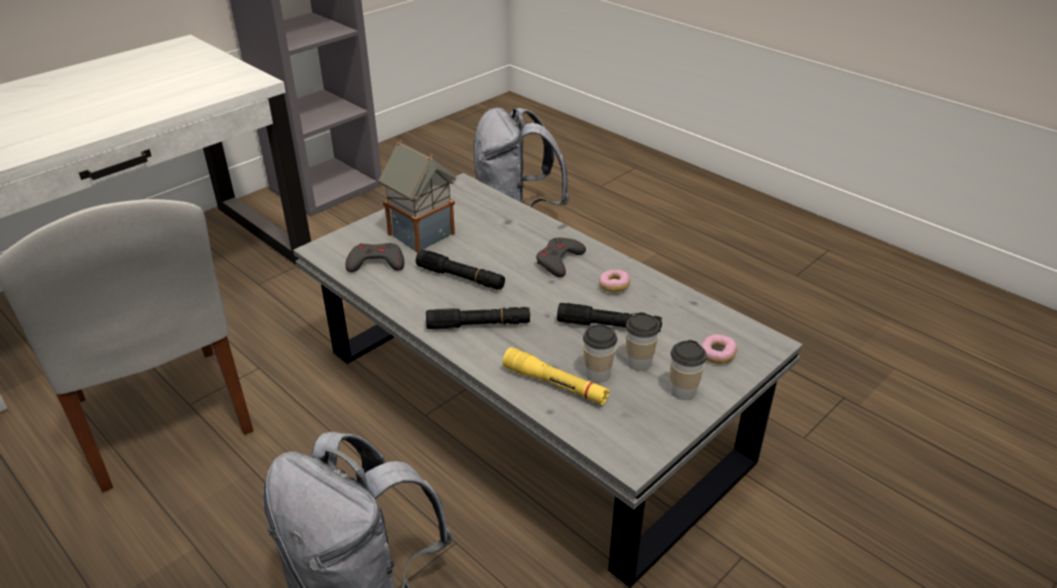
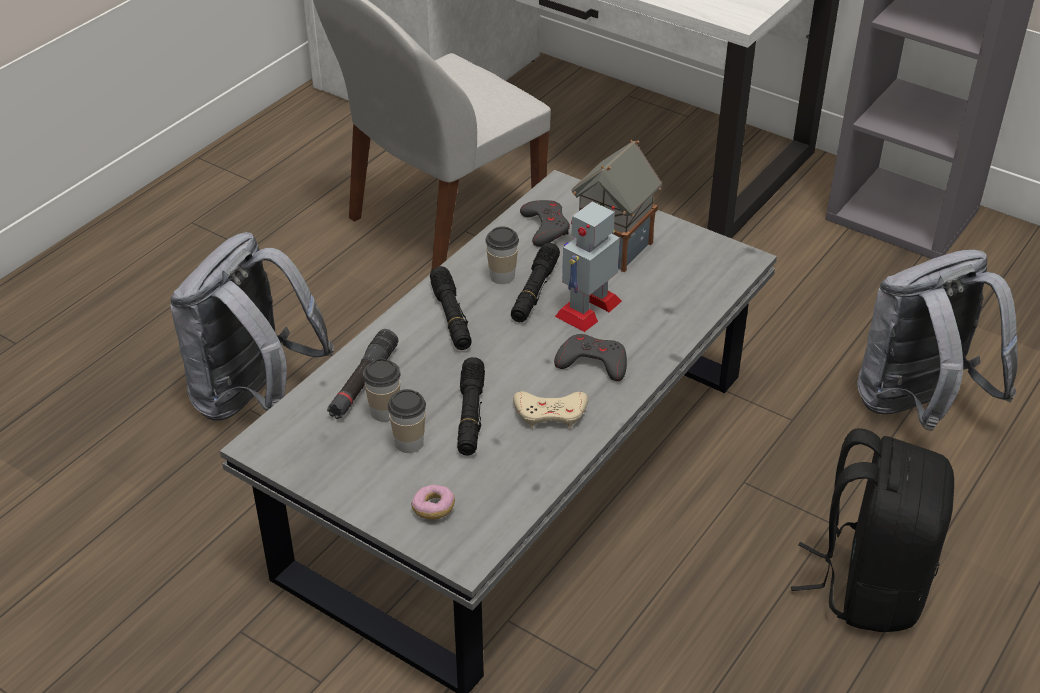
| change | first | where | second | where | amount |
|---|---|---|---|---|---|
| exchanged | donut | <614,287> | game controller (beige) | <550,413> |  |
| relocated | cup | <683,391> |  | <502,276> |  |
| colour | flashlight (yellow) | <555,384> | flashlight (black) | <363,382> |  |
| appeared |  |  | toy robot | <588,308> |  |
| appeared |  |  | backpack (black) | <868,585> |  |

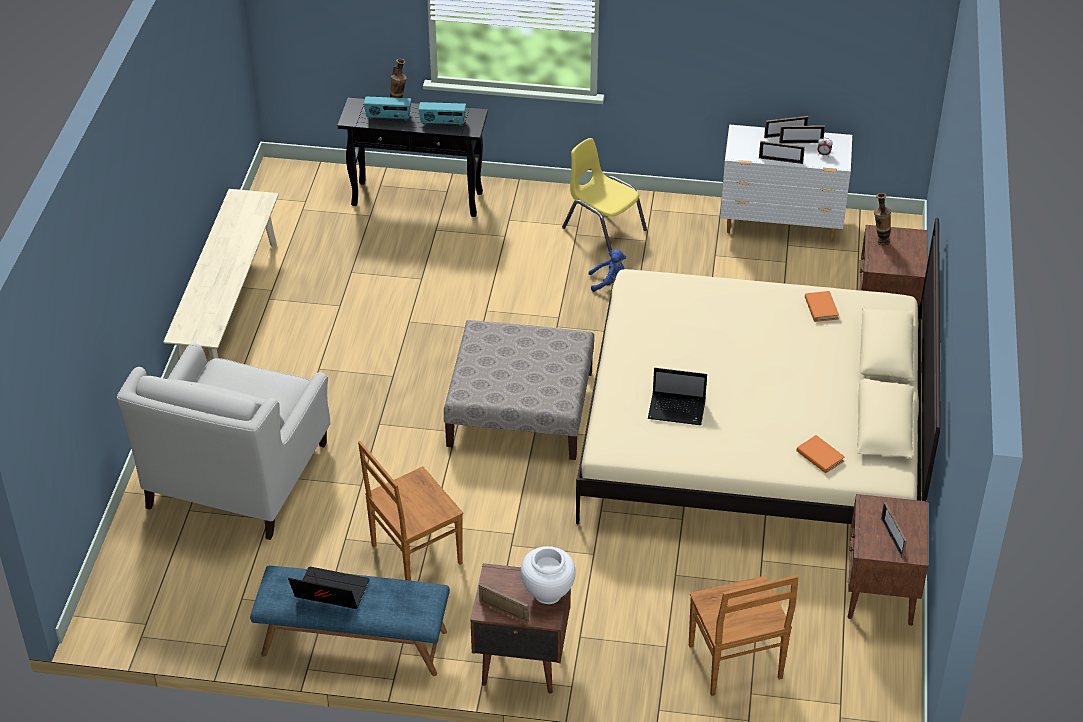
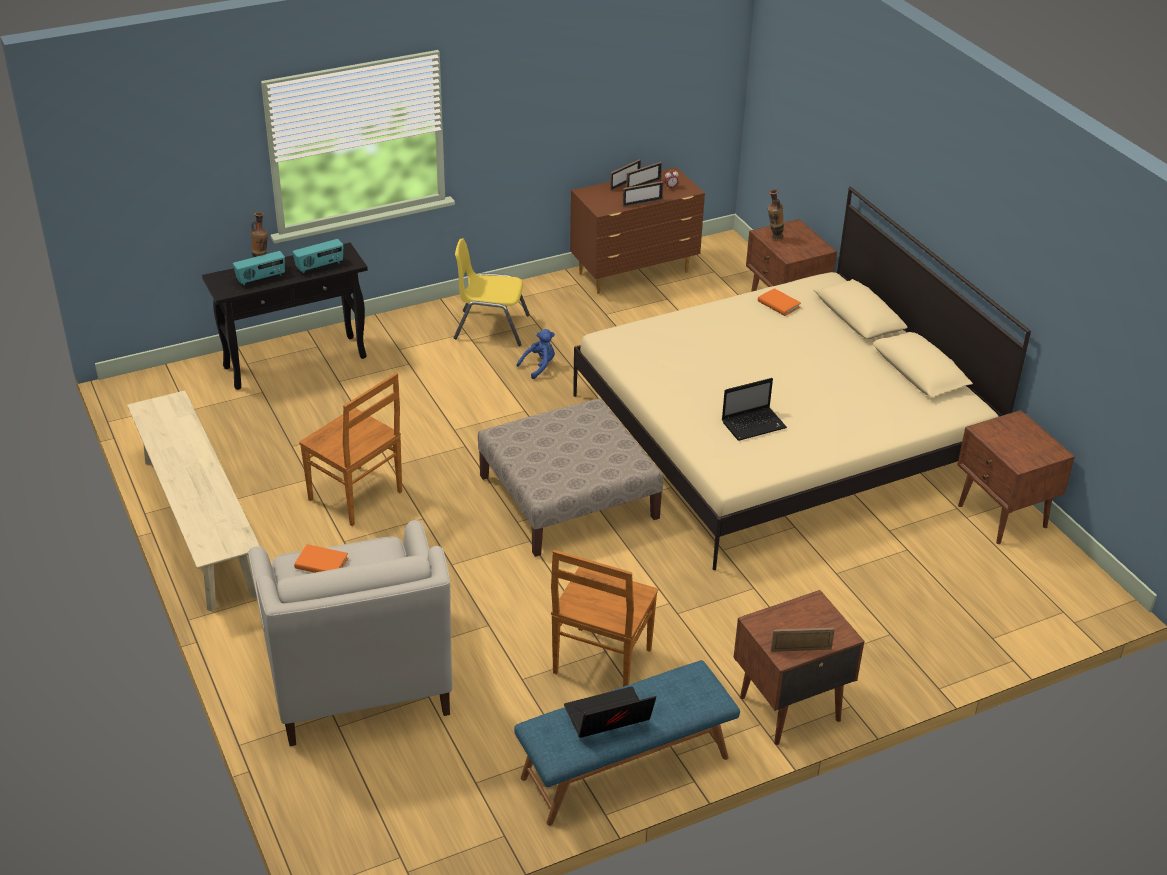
| change | first | where | second | where | amount |
|---|---|---|---|---|---|
| colour | dresser (white) | <781,225> | dresser (brown) | <635,273> |  |
| relocated | book (orange) | <820,456> |  | <321,563> |  |
| missing | picture frame | <892,538> |  |  |  |
| missing | vase (white) | <548,594> |  |  |  |
| relocated | chair (brown) | <736,664> |  | <357,497> |  |

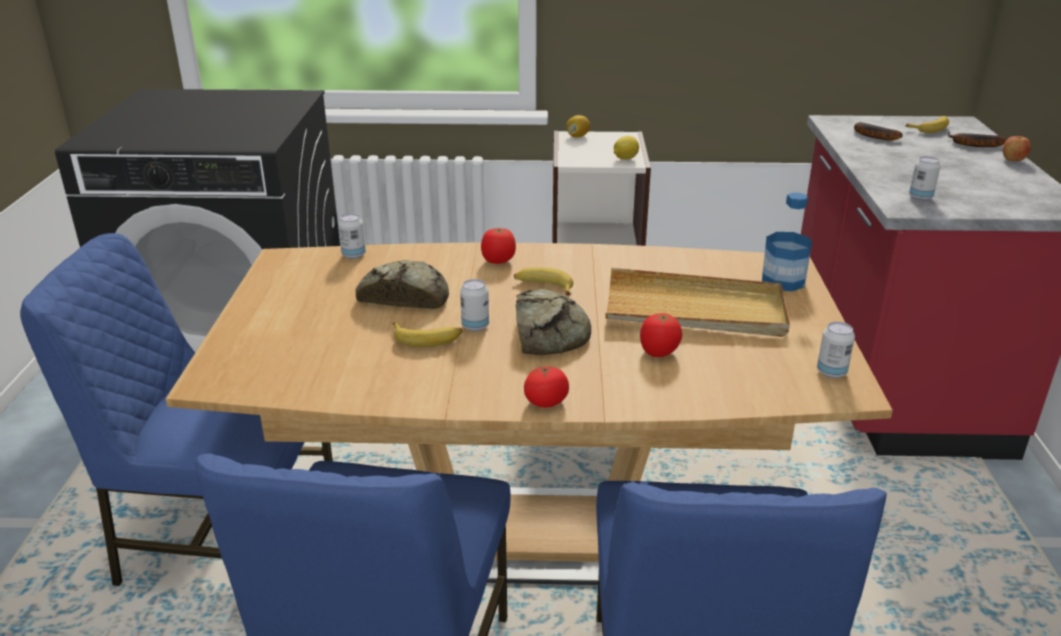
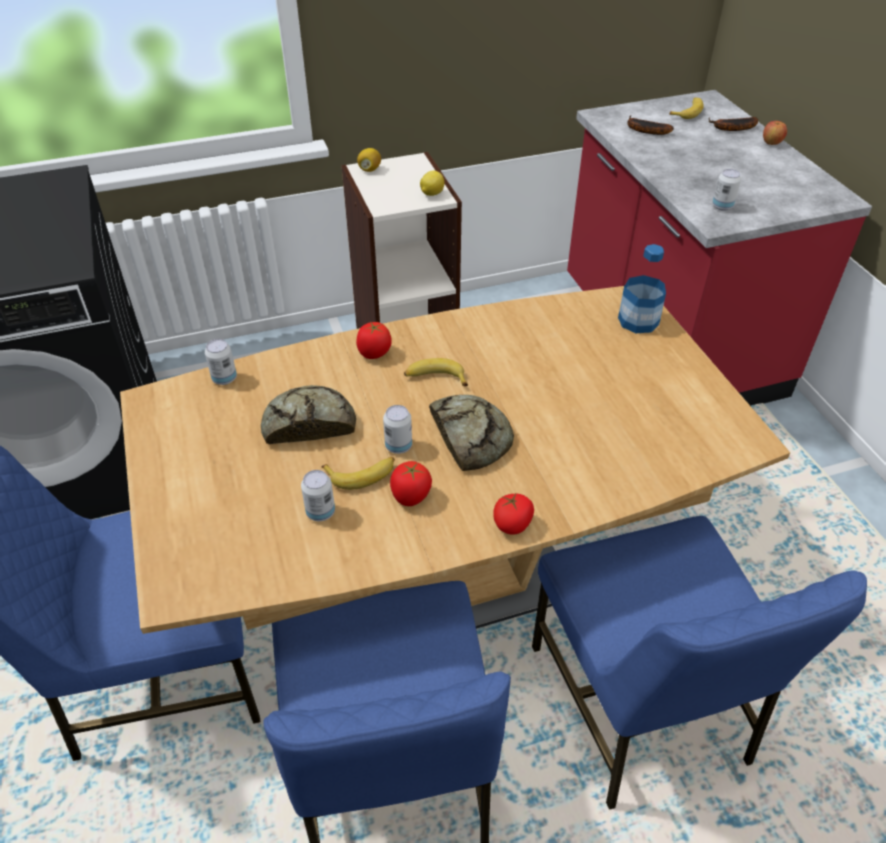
| change | first | where | second | where | amount |
|---|---|---|---|---|---|
| missing | tray (beige) | <695,310> |  |  |  |
| relocated | tomato | <658,352> |  | <411,497> |  |
| relocated | can | <831,372> |  | <320,512> |  |

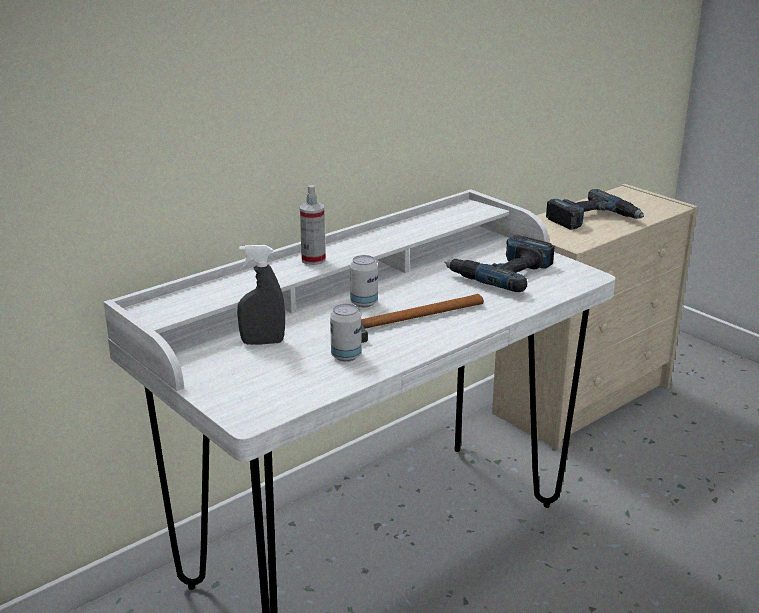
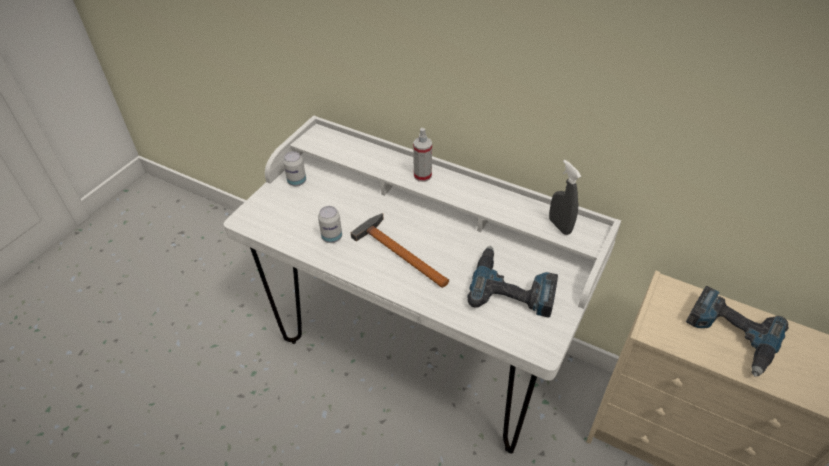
| change | first | where | second | where | amount |
|---|---|---|---|---|---|
| relocated | spray bottle (grey) | <262,342> |  | <559,226> |  |
| relocated | can | <364,303> |  | <297,182> |  |

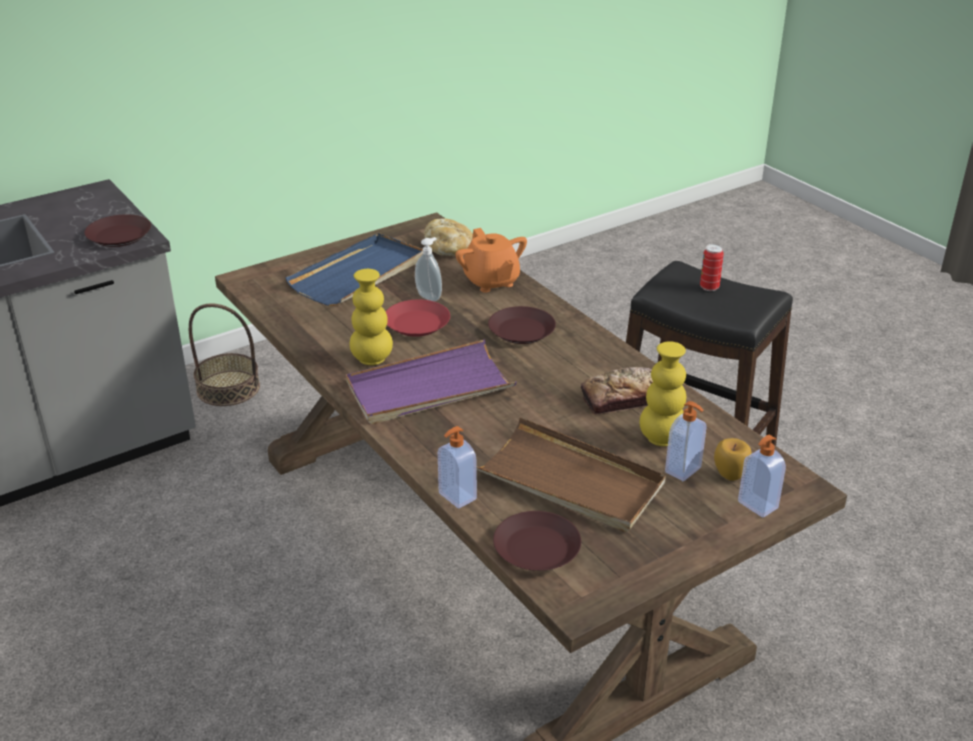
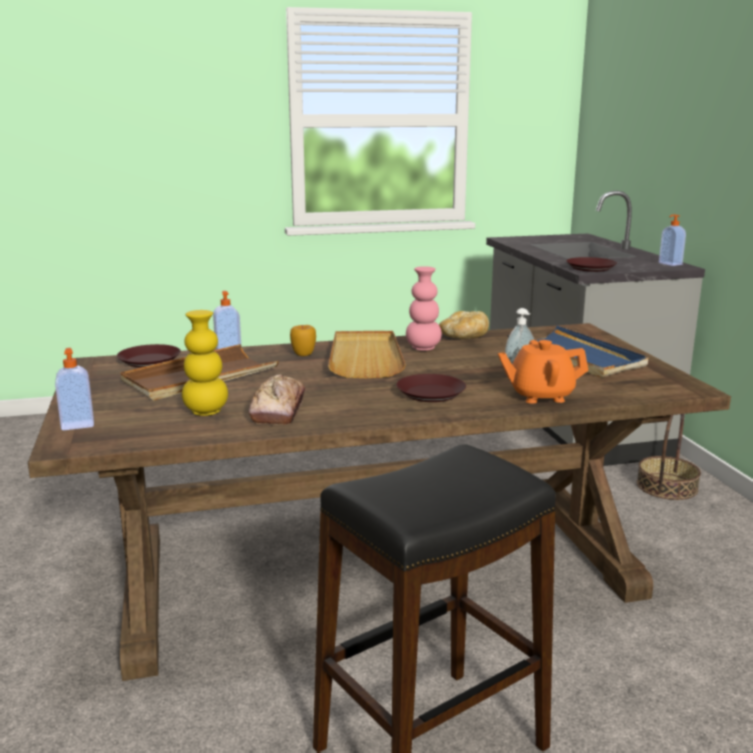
| change | first | where | second | where | amount |
|---|---|---|---|---|---|
| relocated | bread | <449,250> |  | <463,338> |  |
| missing | can | <709,287> |  |  |  |
| colour | vase (yellow) | <372,359> | vase (pink) | <423,348> |  |
| missing | plate (red) | <417,324> |  |  |  |
| colour | tray (purple) | <429,388> | tray (beige) | <365,358> |  |
| relocated | soap dispenser | <684,470> |  | <669,264> |  |
| relocated | apple | <729,476> |  | <303,354> |  |

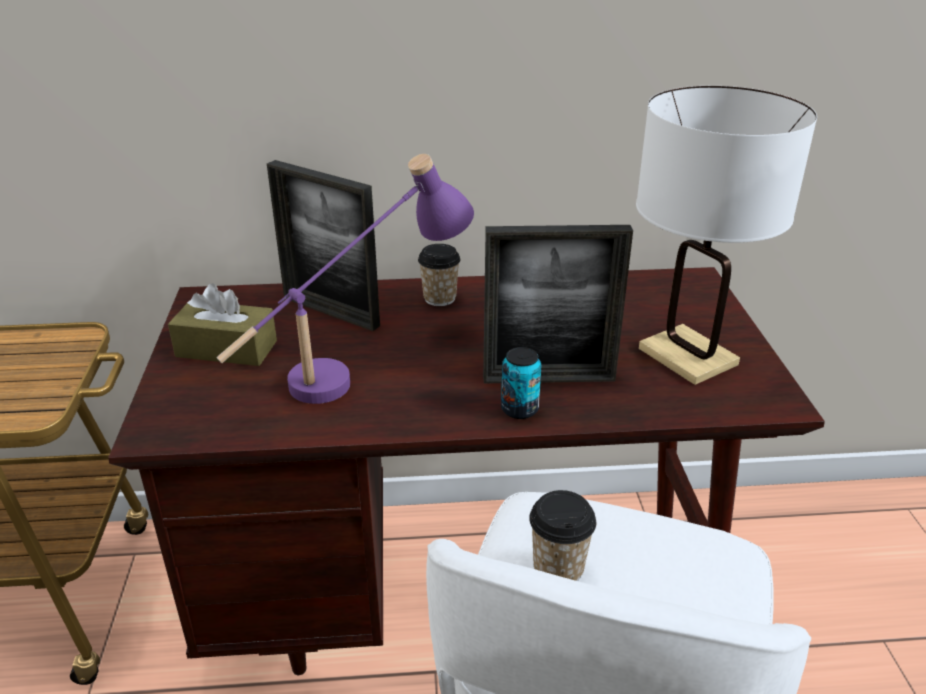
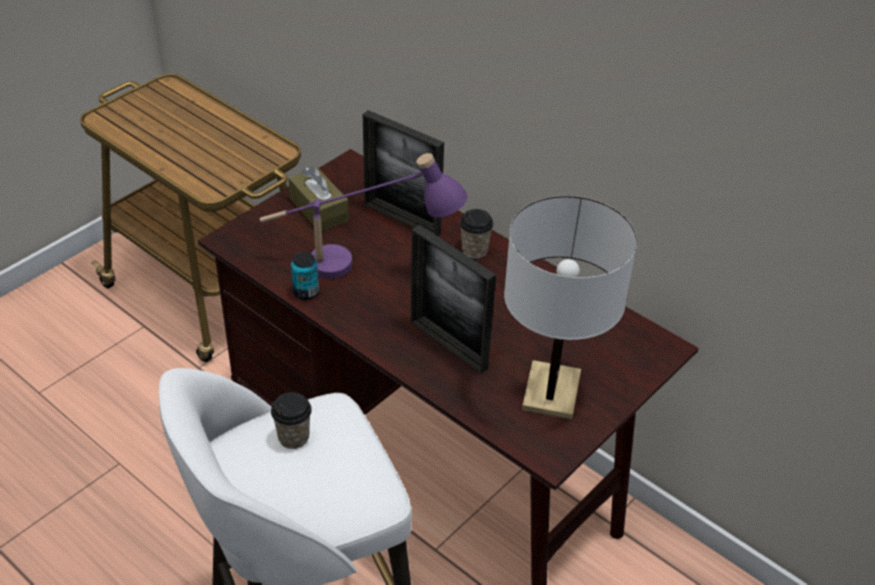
| change | first | where | second | where | amount |
|---|---|---|---|---|---|
| spun | picture frame | <331,311> |  | <402,219> | 45 degrees counterclockwise |
| relocated | can | <519,409> |  | <306,292> |  |

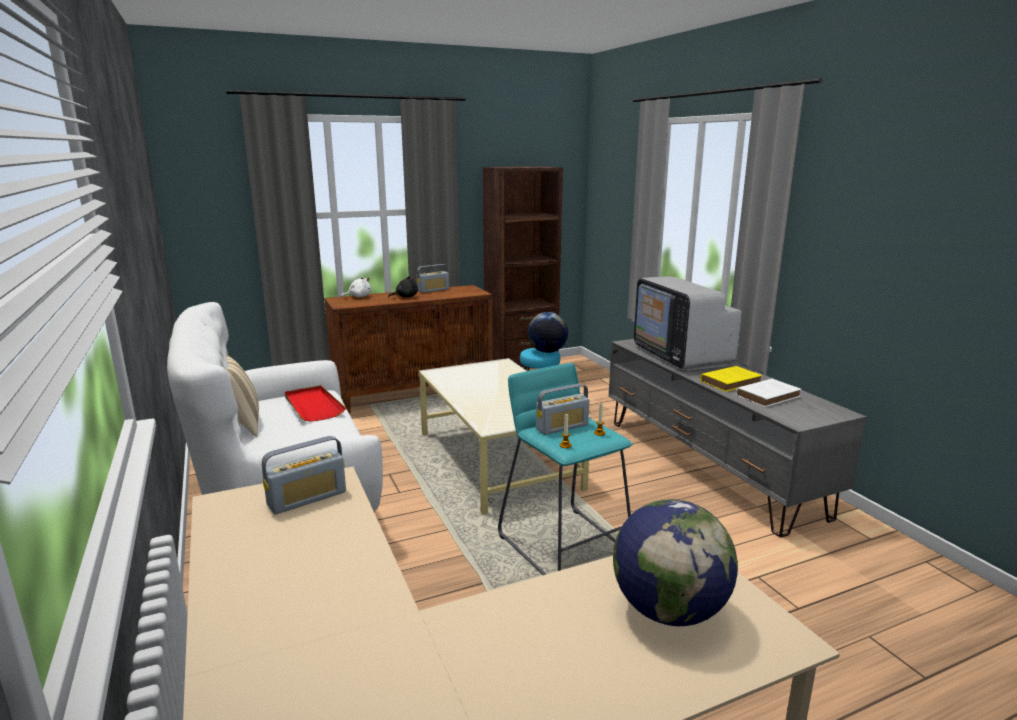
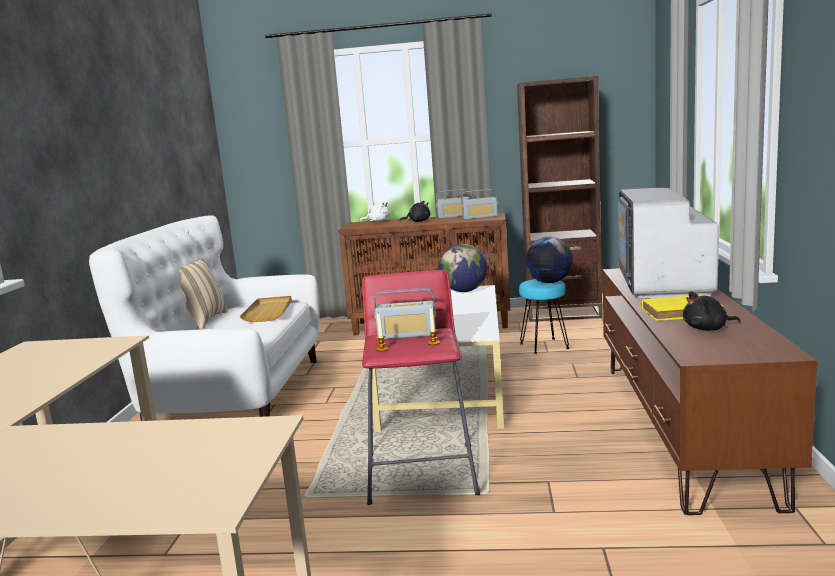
| change | first | where | second | where | amount |
|---|---|---|---|---|---|
| colour | tv stand (grey) | <709,465> | tv stand (brown) | <681,426> |  |
| colour | stool (turquoise) | <565,544> | stool (red) | <421,472> |  |
| exchanged | book (white) | <768,396> | plush toy (black) | <707,329> |  |
| colour | tray (red) | <313,406> | tray (beige) | <269,311> |  |
| relocated | radio | <307,498> |  | <480,217> |  |
| relocated | globe | <669,611> |  | <464,291> |  |

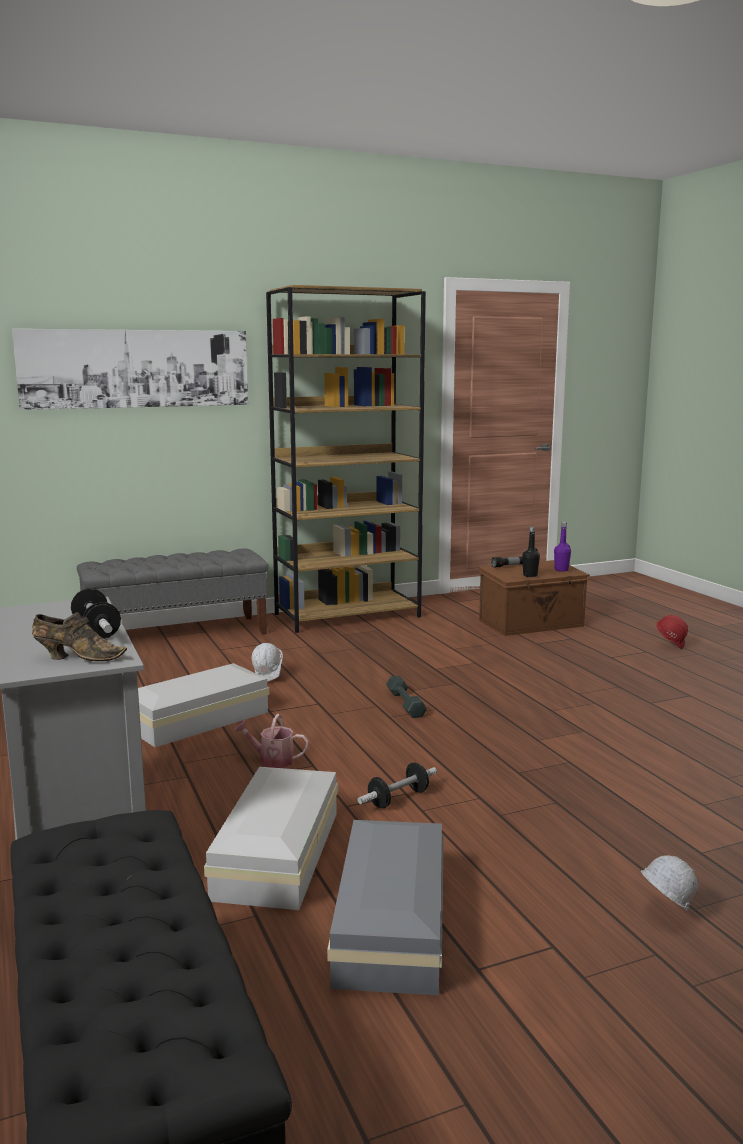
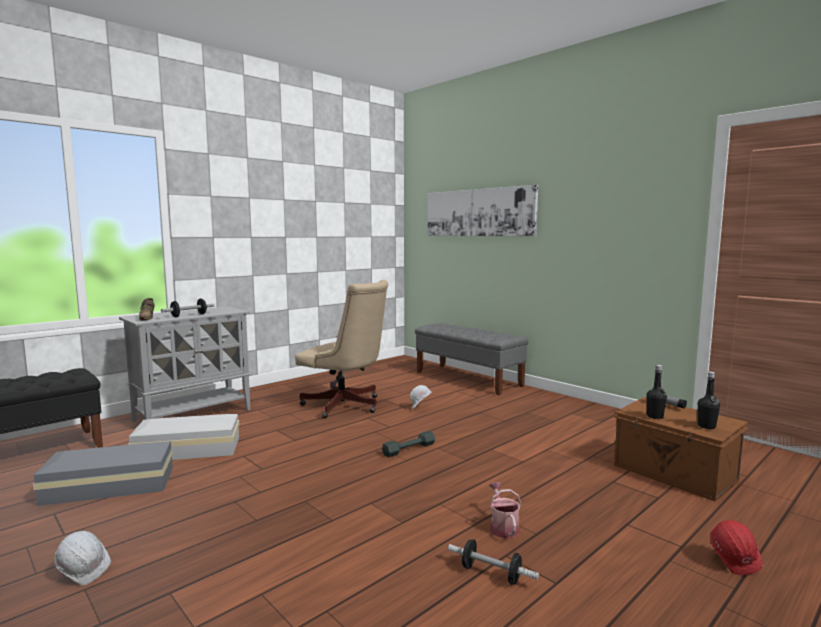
| change | first | where | second | where | amount |
|---|---|---|---|---|---|
| missing | bookcase (brown) | <348,615> |  |  |  |
| colour | bottle (purple) | <561,570> | bottle (black) | <706,426> |  |
| exchanged | storage box (white) | <200,719> | office chair (beige) | <346,406> |  |
| relocated | watering can | <272,760> |  | <503,527> |  |
| relocated | dumbbell | <398,799> |  | <491,574> |  |

